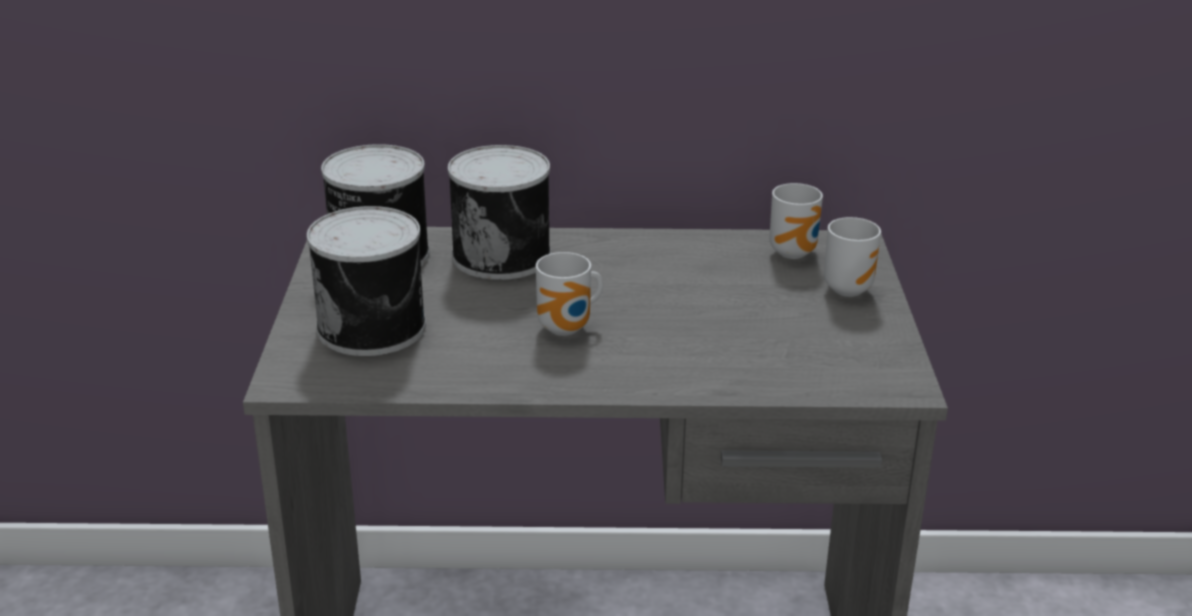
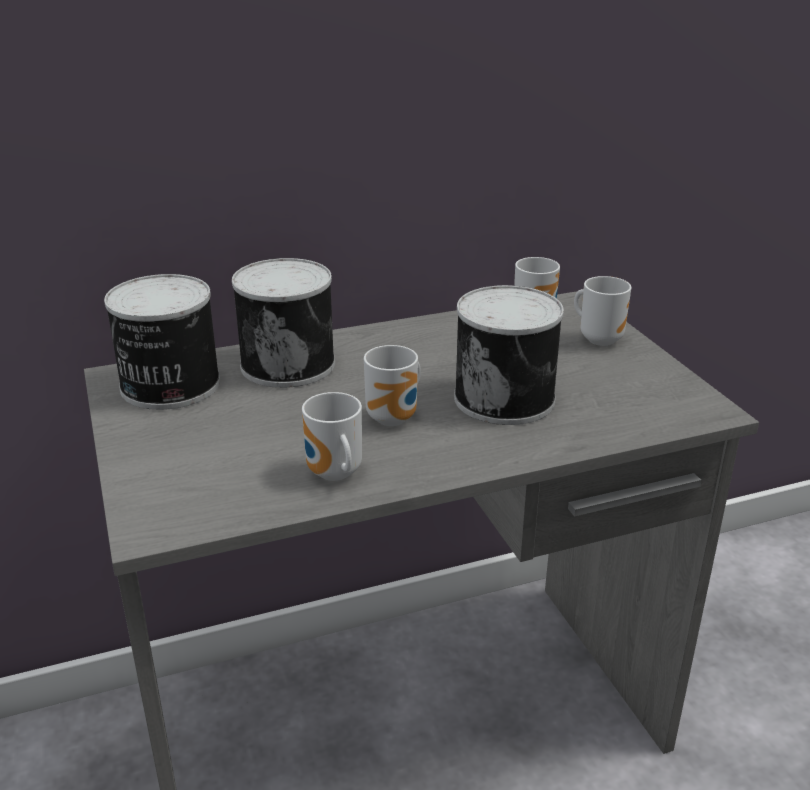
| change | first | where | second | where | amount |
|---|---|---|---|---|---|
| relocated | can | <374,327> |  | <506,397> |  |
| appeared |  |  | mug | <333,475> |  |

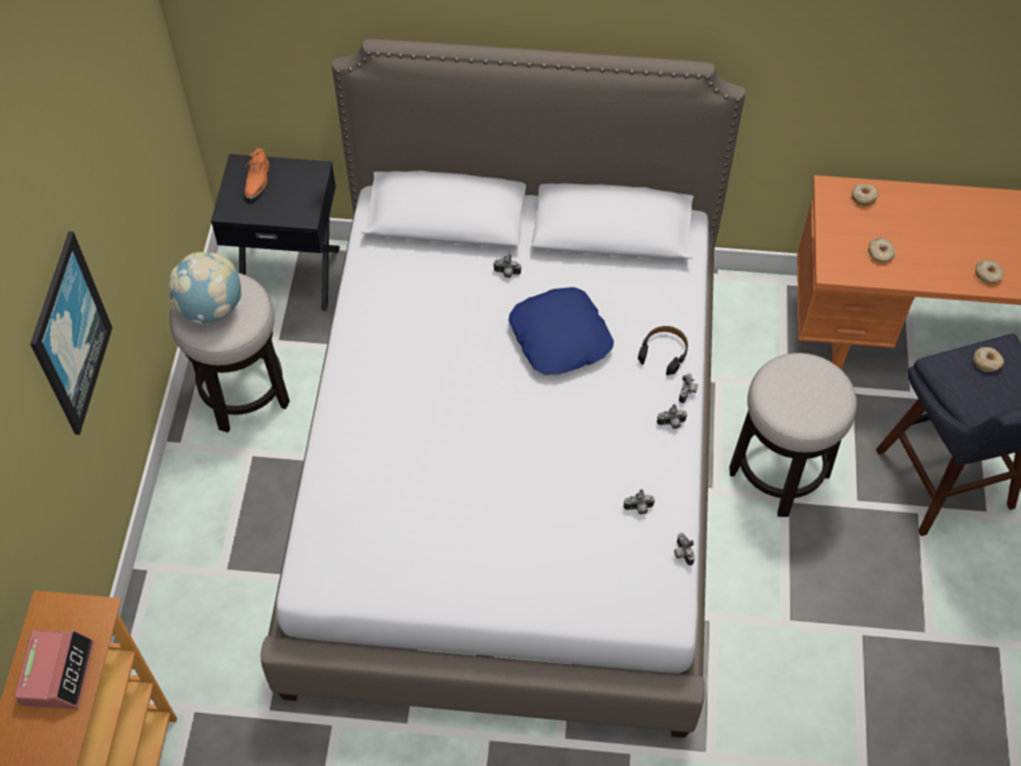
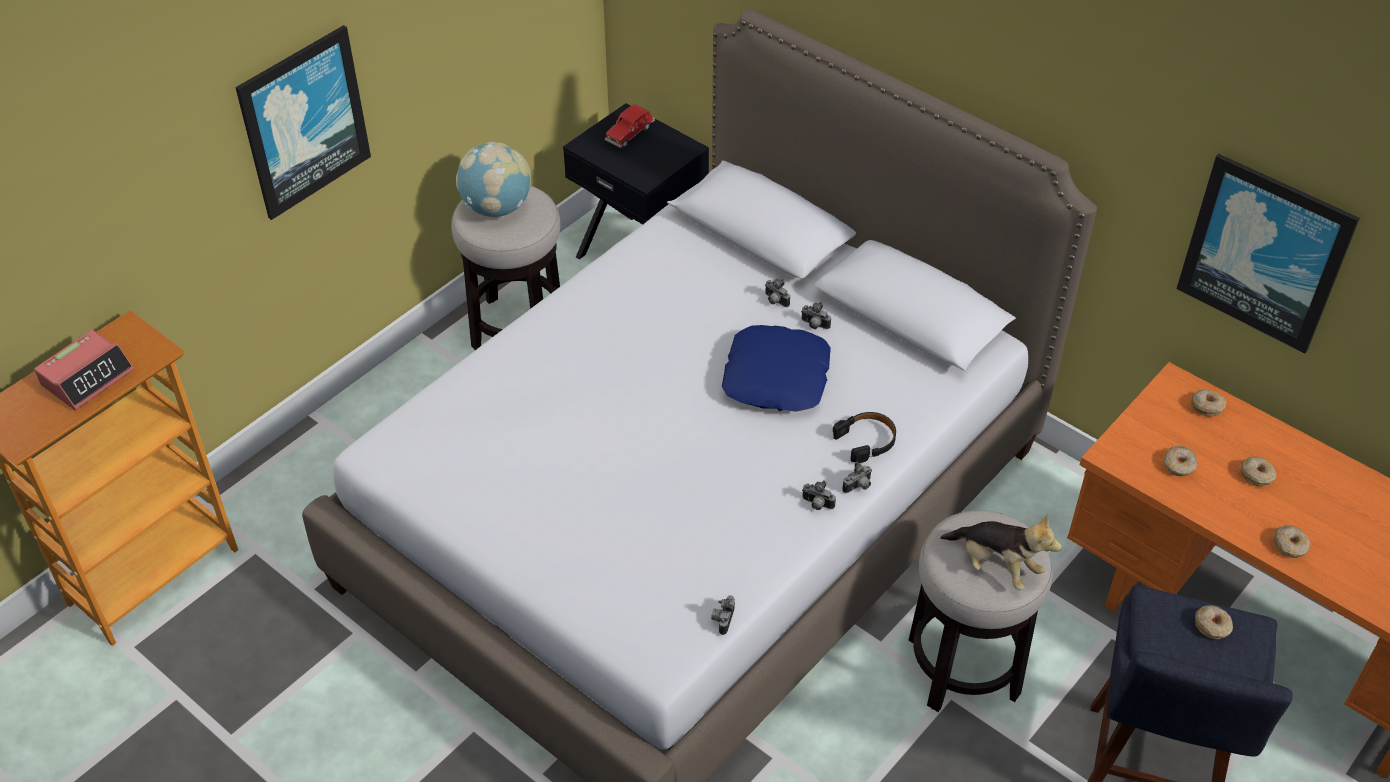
| change | first | where | second | where | amount |
|---|---|---|---|---|---|
| exchanged | shoe (orange) | <257,181> | toy car (red) | <630,134> |  |
| relocated | photo camera | <638,509> |  | <814,325> |  |
| appeared |  |  | picture | <1265,252> |  |
| appeared |  |  | donut | <1256,475> |  |
| appeared |  |  | plush toy | <996,566> |  |

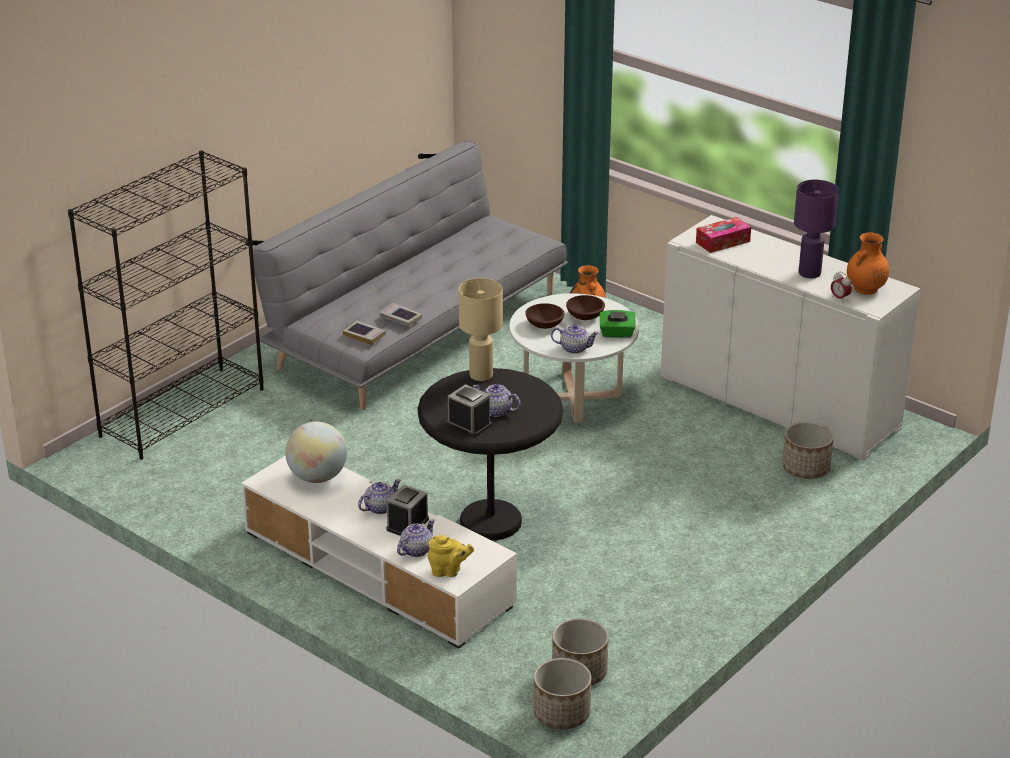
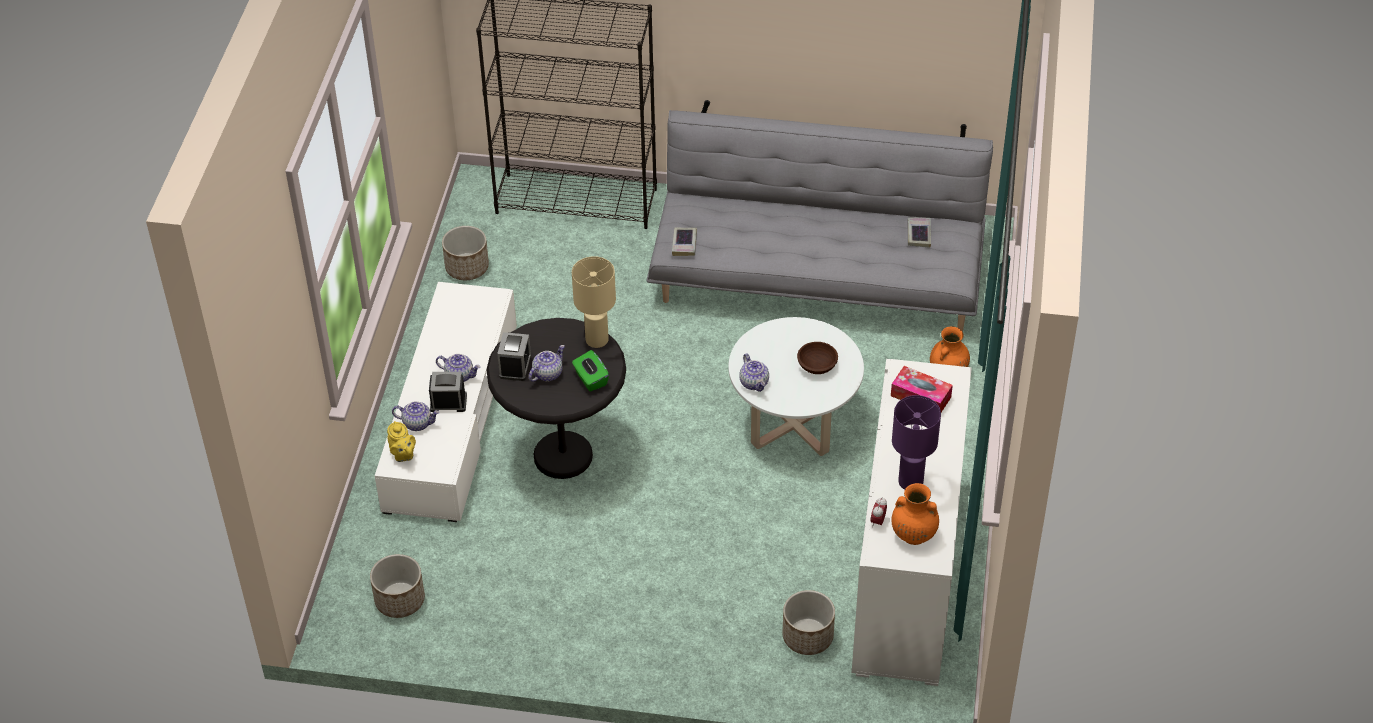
| change | first | where | second | where | amount |
|---|---|---|---|---|---|
| relocated | book | <400,318> |  | <918,234> |  |
| missing | bowl (brown) | <545,325> |  |  |  |
| relocated | tissue box (green) | <617,333> |  | <590,379> |  |
| spun | teapot | <495,411> |  | <547,373> | 45 degrees clockwise |
| missing | globe | <317,477> |  |  |  |
| relocated | planter | <561,713> |  | <467,267> |  |

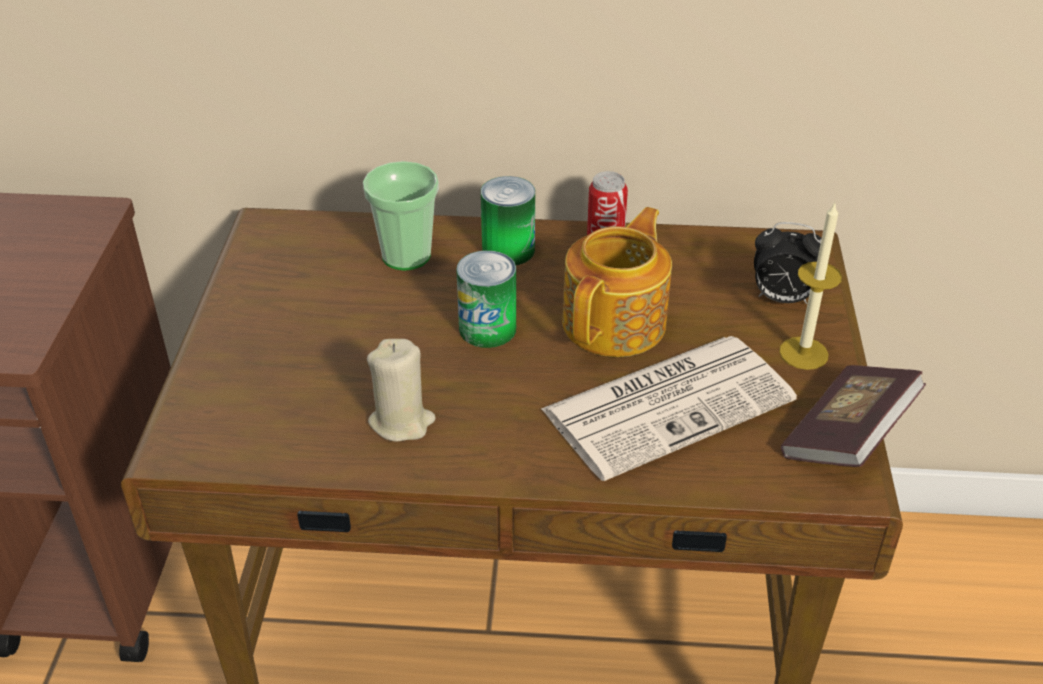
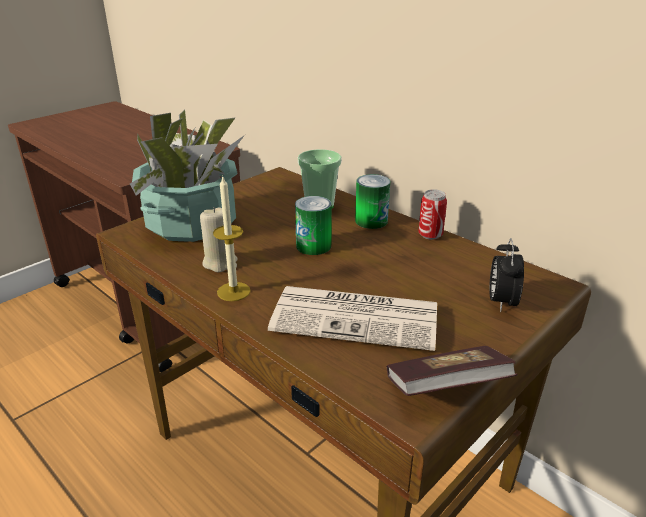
| change | first | where | second | where | amount |
|---|---|---|---|---|---|
| relocated | candle | <803,353> |  | <233,291> |  |
| missing | teapot | <616,322> |  |  |  |
| spun | alarm clock | <781,298> |  | <501,302> | 45 degrees clockwise |
| appeared |  |  | potted plant | <192,223> |  |

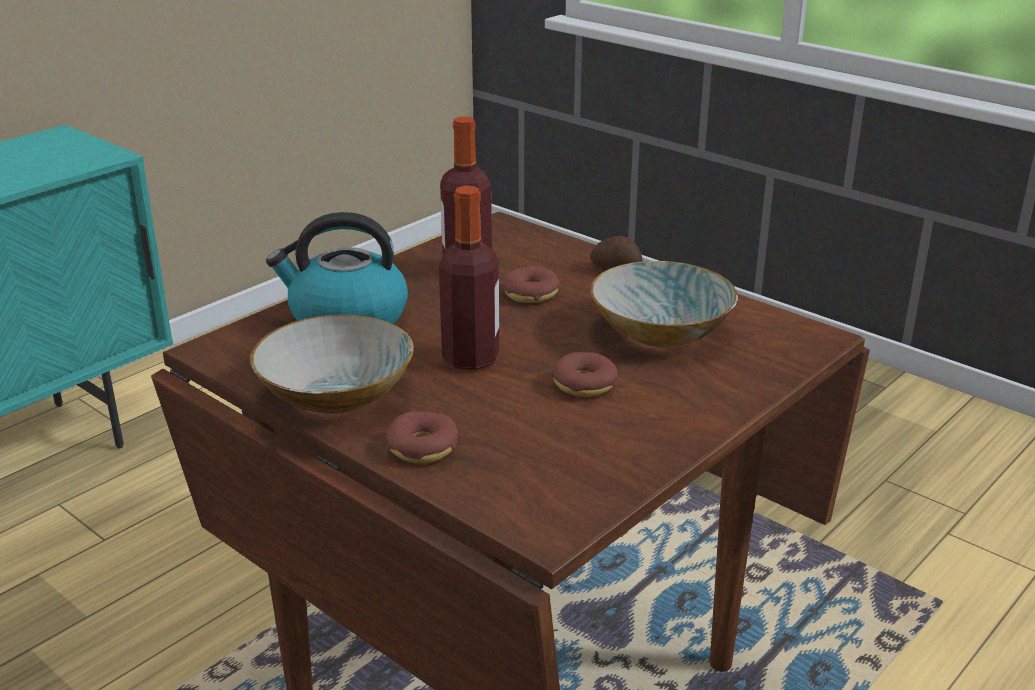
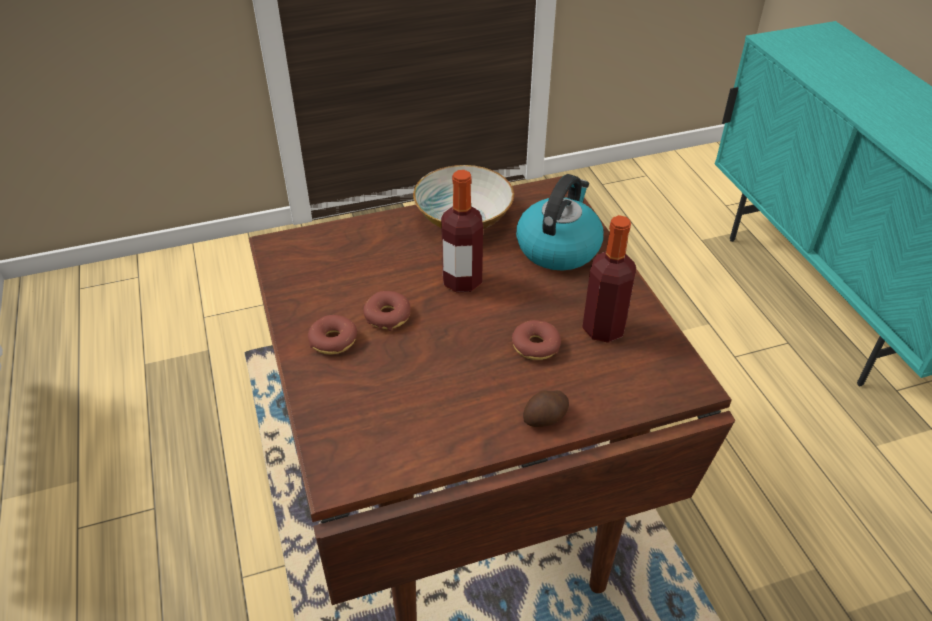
| change | first | where | second | where | amount |
|---|---|---|---|---|---|
| missing | bowl | <662,332> |  |  |  |
| relocated | donut | <422,447> |  | <333,341> |  |

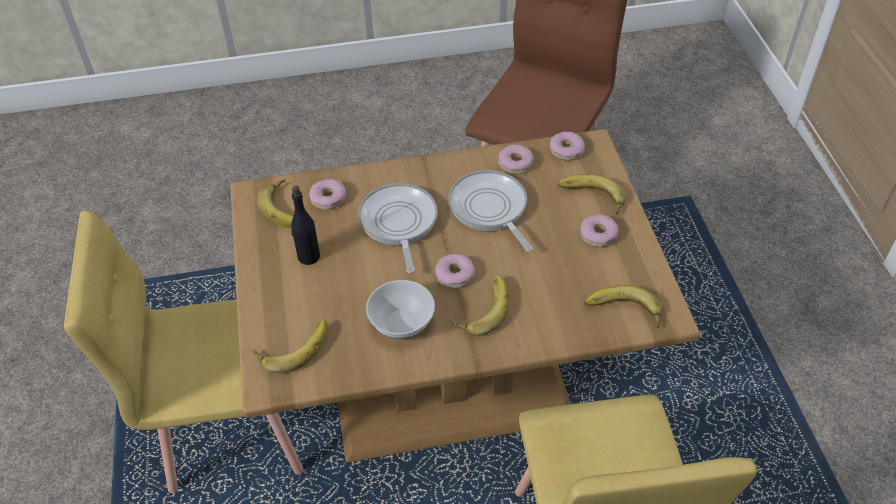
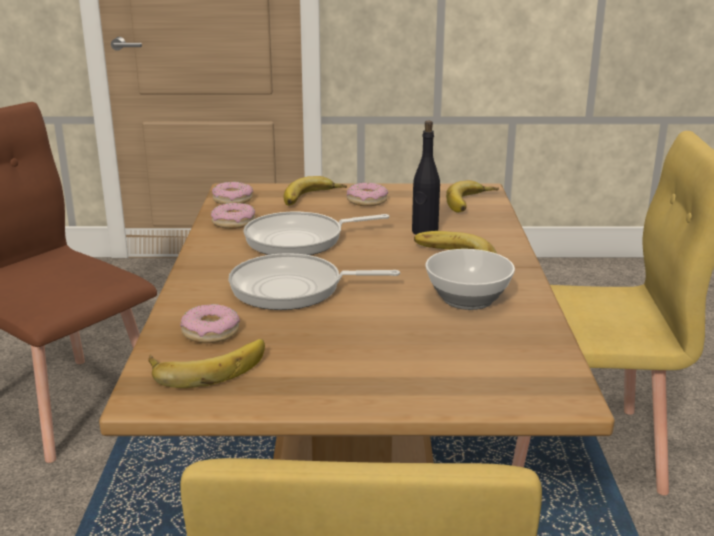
| change | first | where | second | where | amount |
|---|---|---|---|---|---|
| relocated | bottle (black) | <308,256> |  | <424,232> |  |
| missing | donut | <455,275> |  |  |  |
| missing | banana | <293,346> |  |  |  |

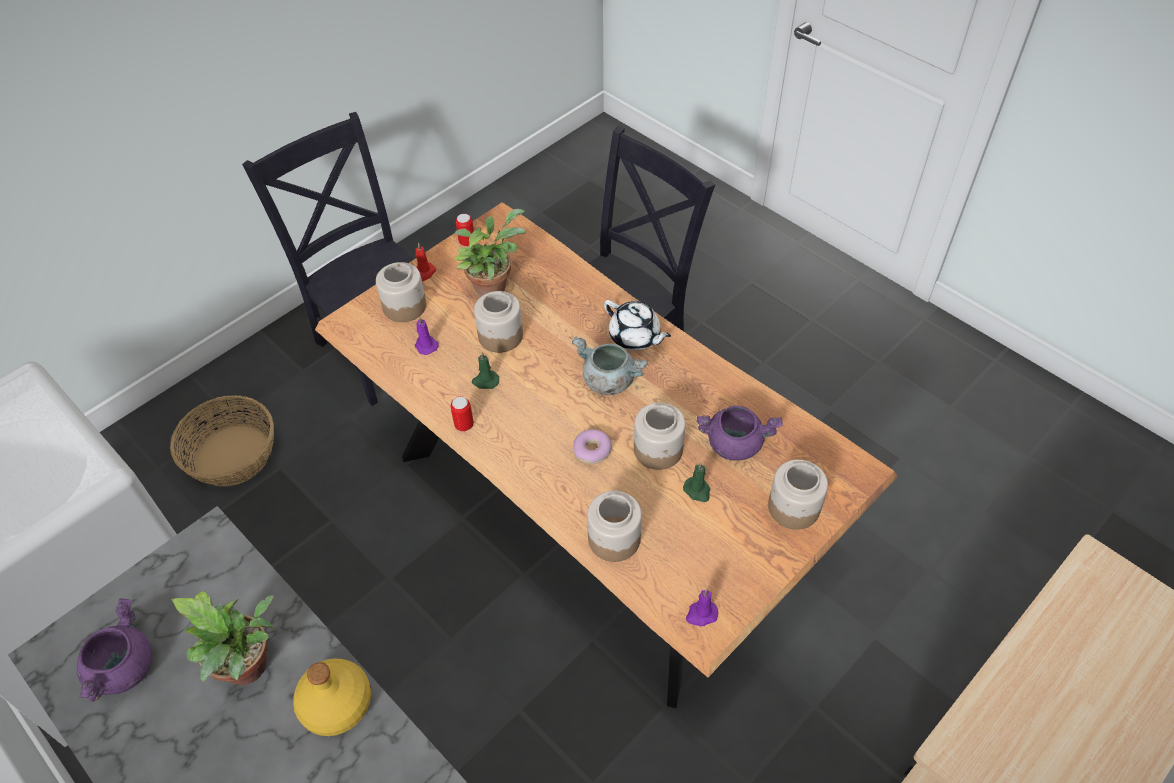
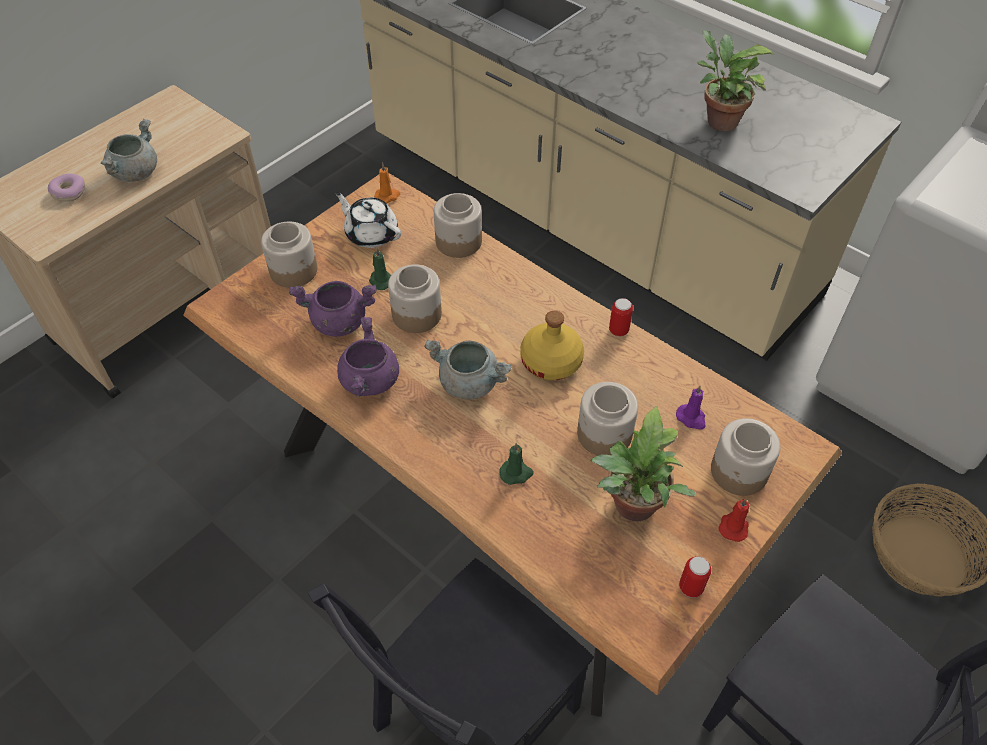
| change | first | where | second | where | amount |
|---|---|---|---|---|---|
| relocated | teapot (white) | <635,337> |  | <371,234> |  |
| relocated | candle (green) | <485,381> |  | <516,473> |  |
| relocated | donut | <592,450> |  | <69,192> |  |
| colour | candle (purple) | <701,614> | candle (orange) | <387,196> |  |
| relocated | cooking pot (purple) | <123,668> |  | <370,381> |  |
| relocated | bottle (yellow) | <335,704> |  | <551,361> |  |
| appeared |  |  | cooking pot (grey) | <135,172> |  |

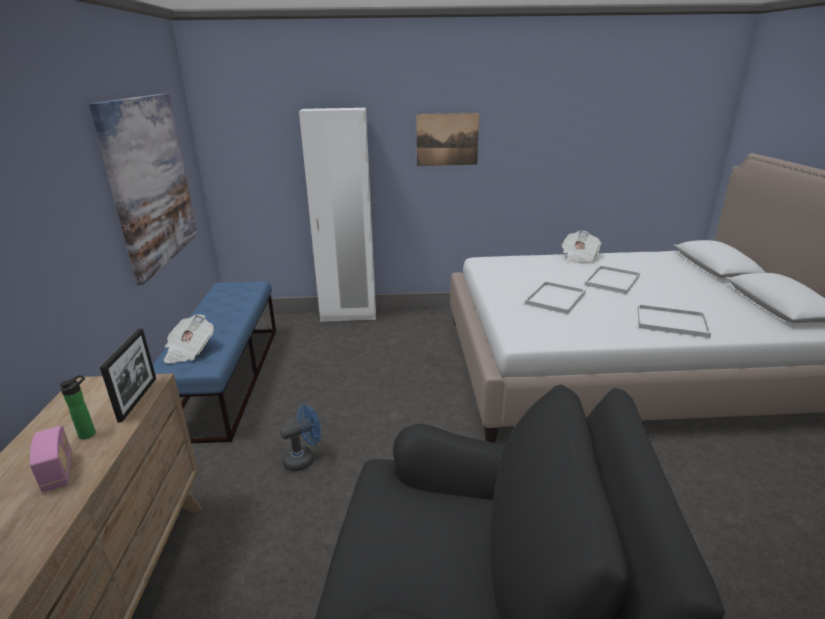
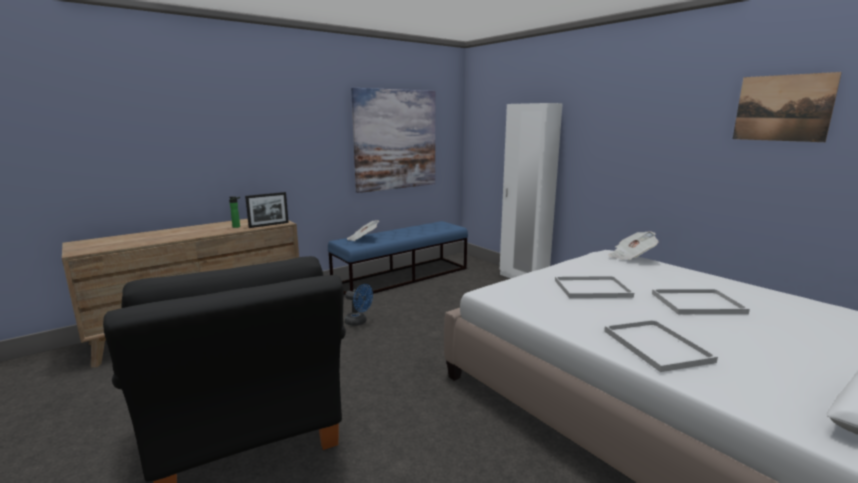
| change | first | where | second | where | amount |
|---|---|---|---|---|---|
| relocated | picture | <447,139> |  | <782,108> |  |
| relocated | newspaper | <579,257> |  | <631,257> |  |
| missing | radio | <58,472> |  |  |  |

